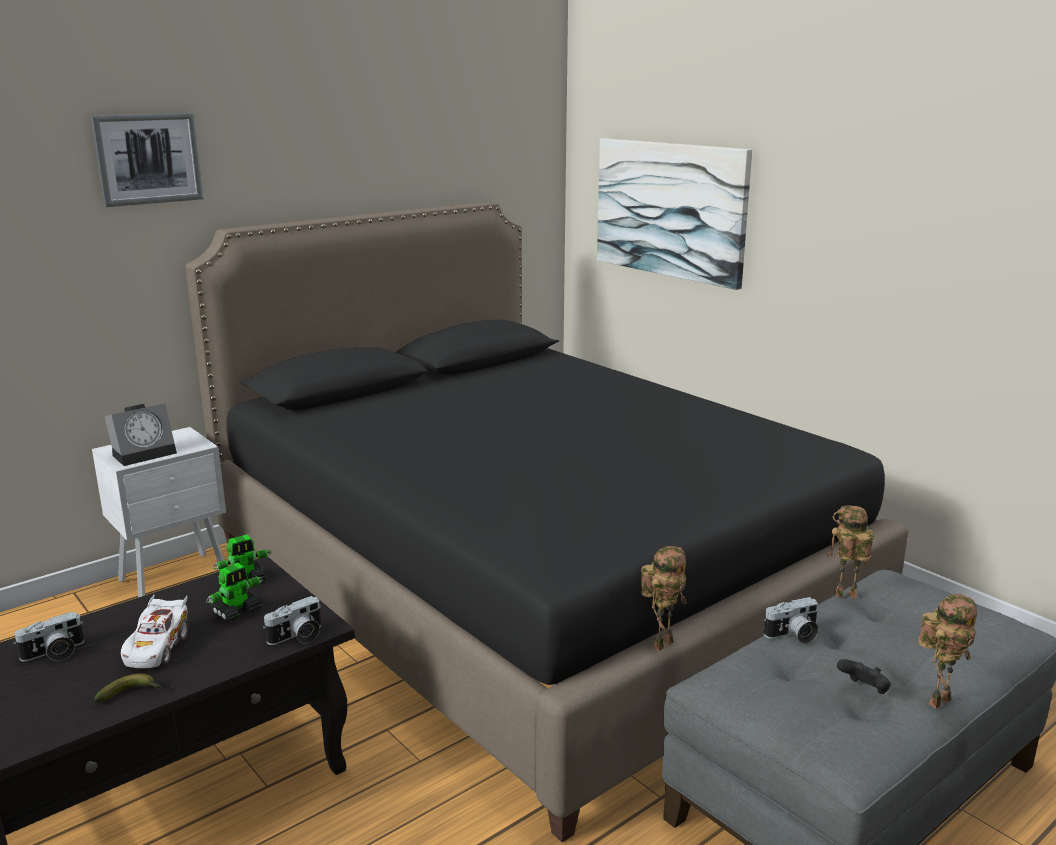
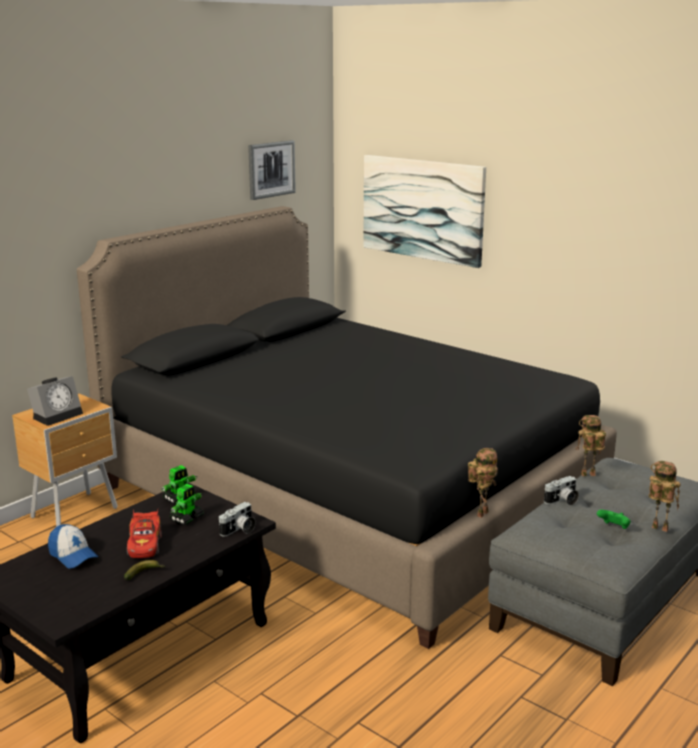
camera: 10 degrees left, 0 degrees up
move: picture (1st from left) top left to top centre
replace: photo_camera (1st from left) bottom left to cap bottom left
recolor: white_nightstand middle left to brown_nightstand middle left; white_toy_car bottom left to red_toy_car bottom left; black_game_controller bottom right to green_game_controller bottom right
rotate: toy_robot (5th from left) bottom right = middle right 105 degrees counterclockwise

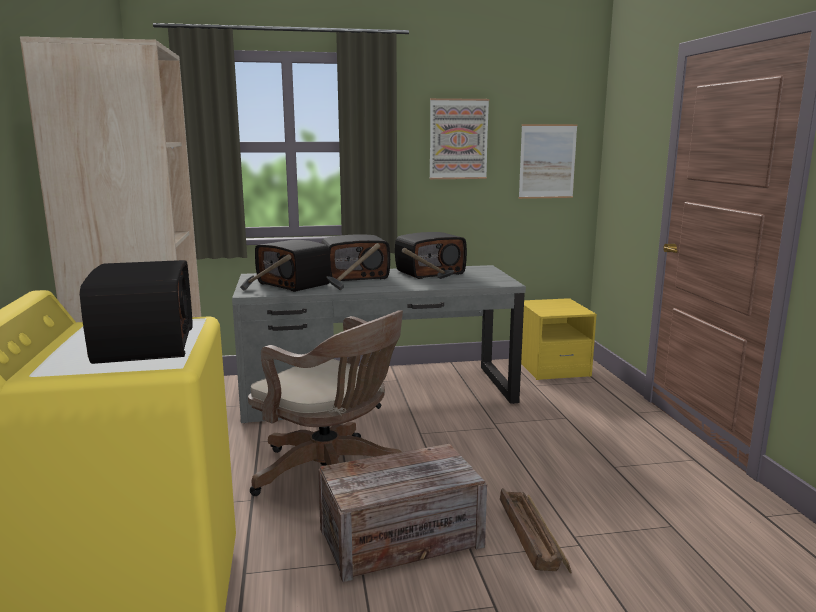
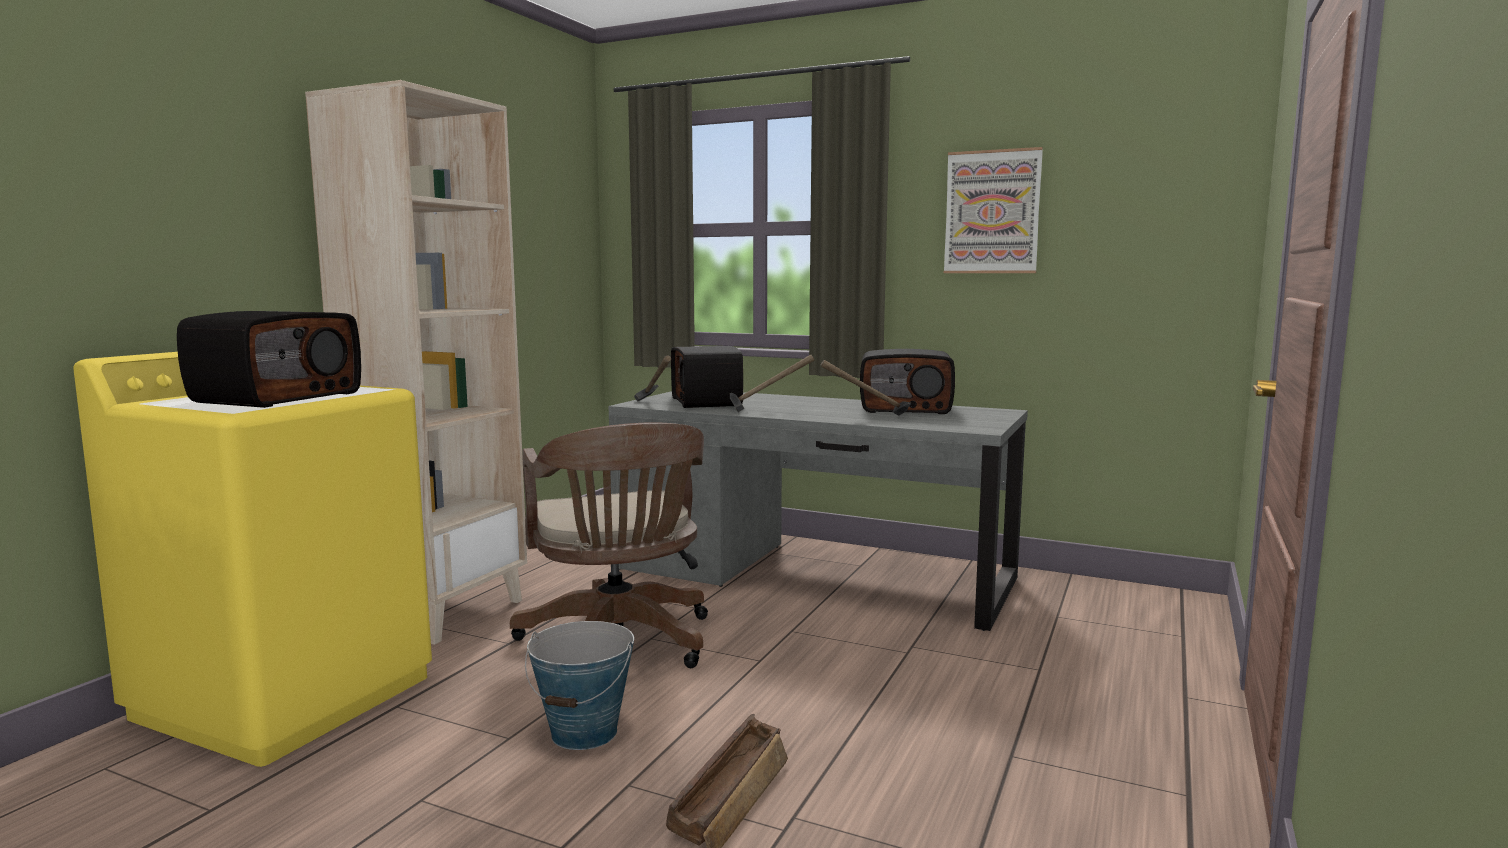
camera: 35 degrees right, 5 degrees down
delete: radio (3rd from left) centre; picture (2nd from left) top right; yellow_nightstand middle right
replace: crate (1st from left) bottom centre to bucket bottom centre

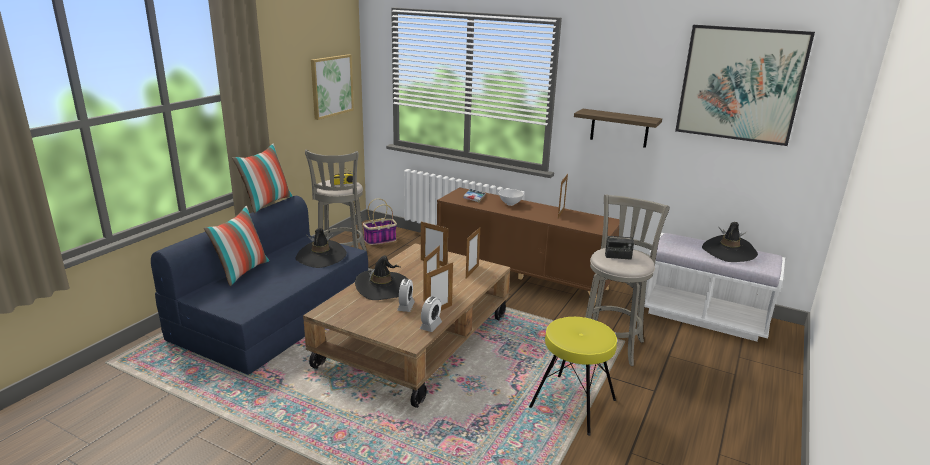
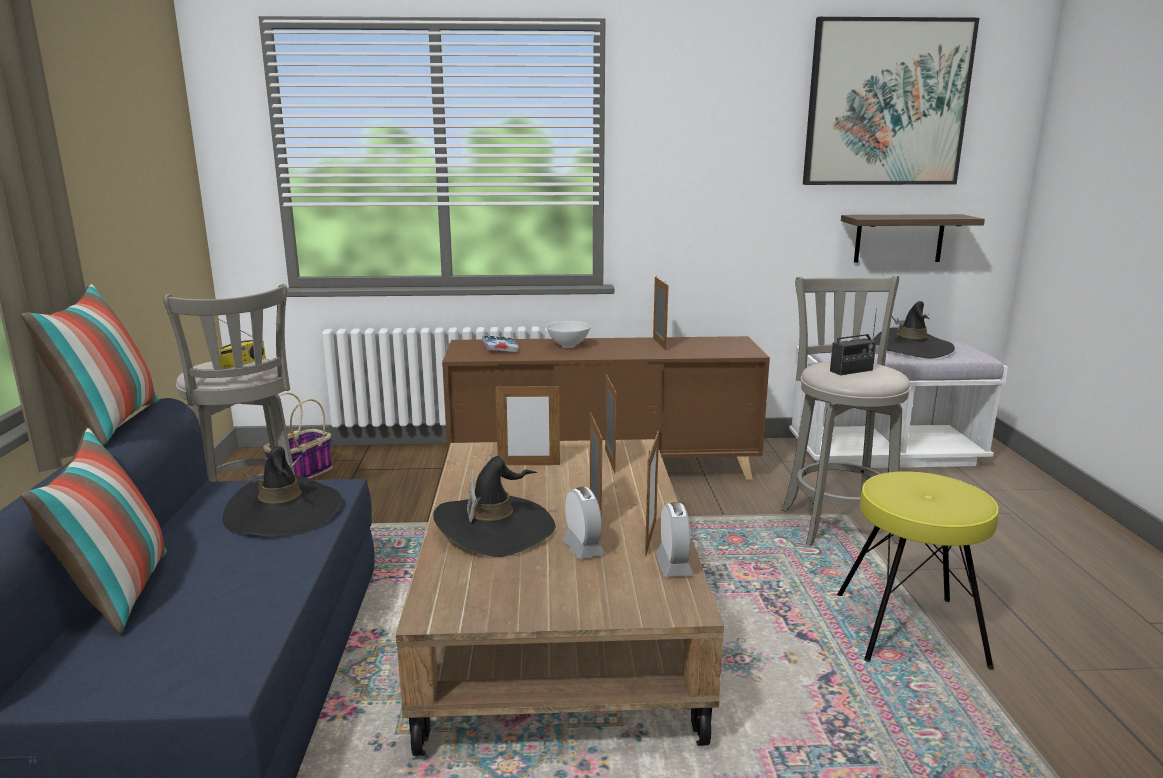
camera: 30 degrees left, 5 degrees down
delete: picture (1st from left) top centre
move: shelf top centre to top right

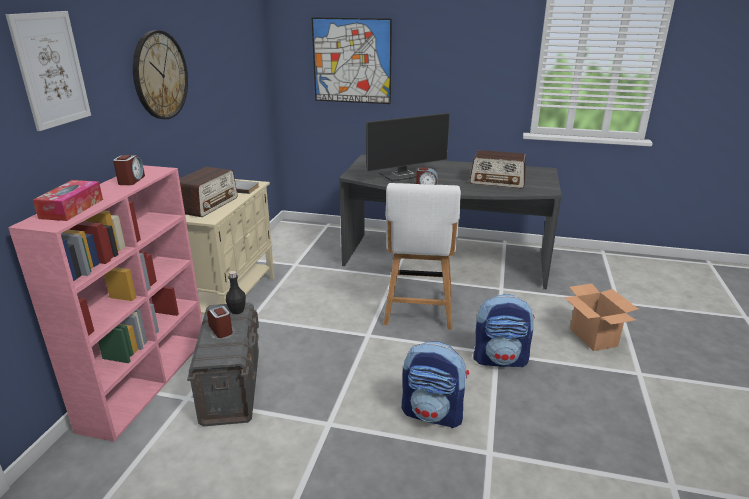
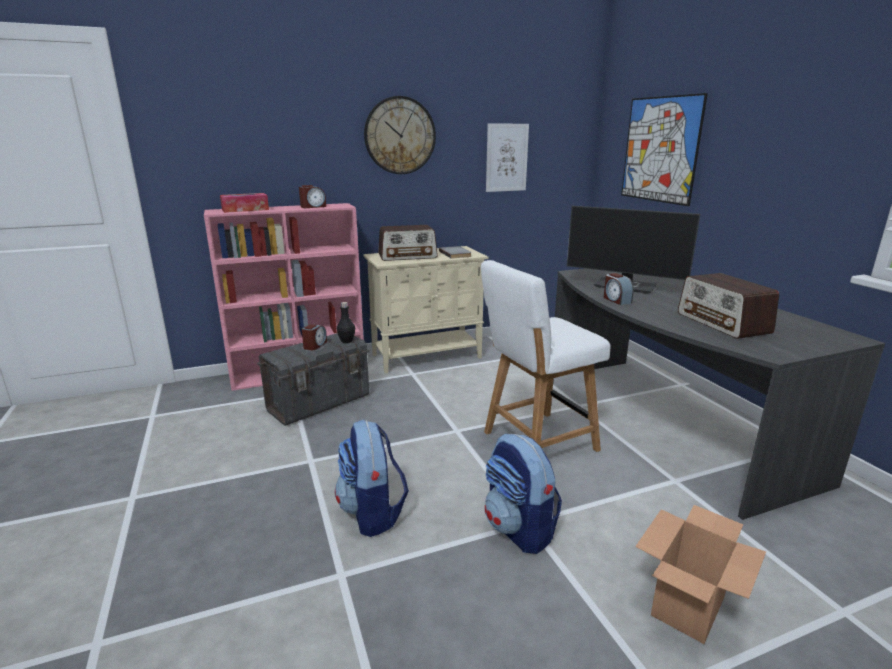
camera: 55 degrees right, 5 degrees down
move: picture (1st from left) top left to top centre

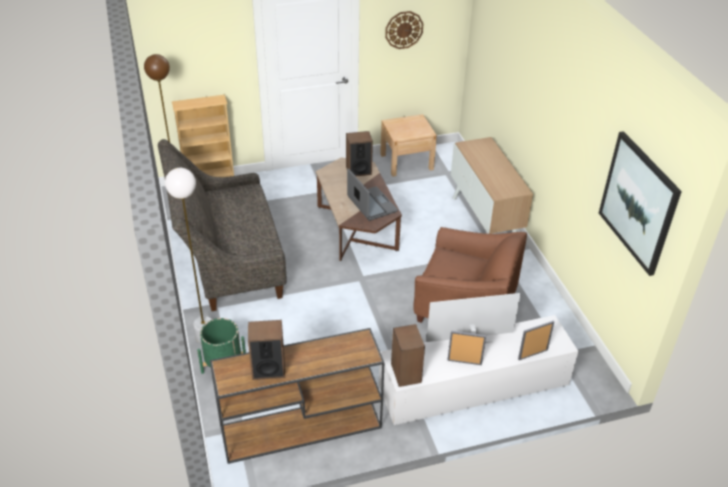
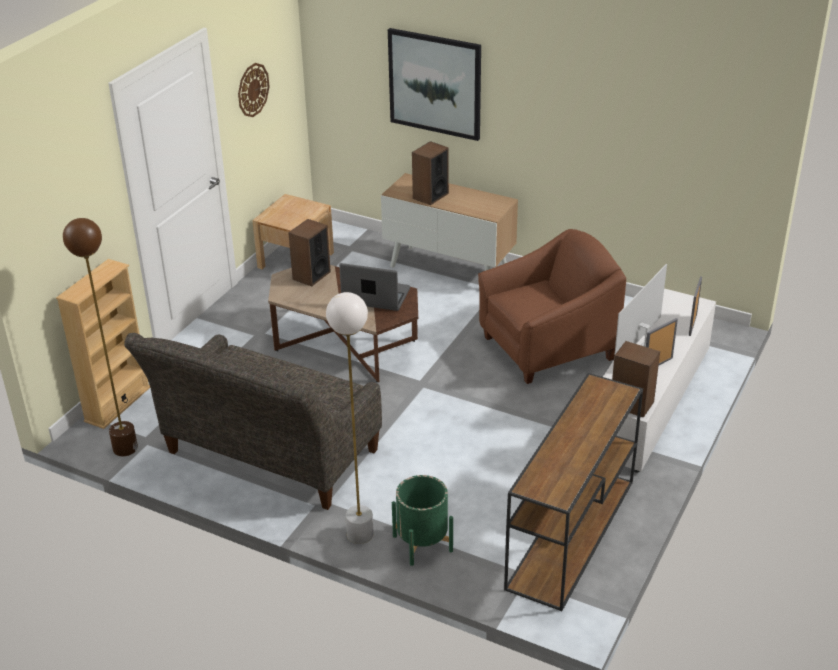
camera: 45 degrees left, 5 degrees down
move: picture middle right to top centre; speaker (1st from left in the first image) bottom centre to speaker (2nd from left) top centre

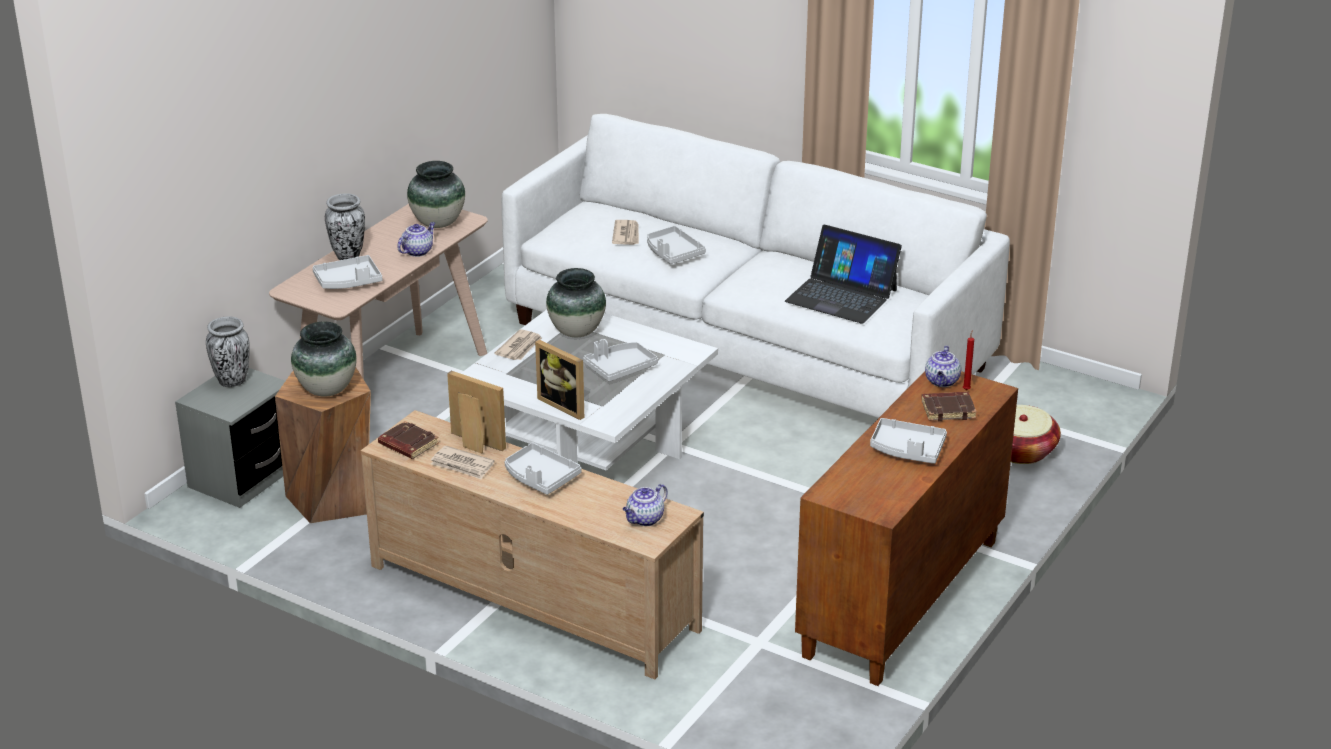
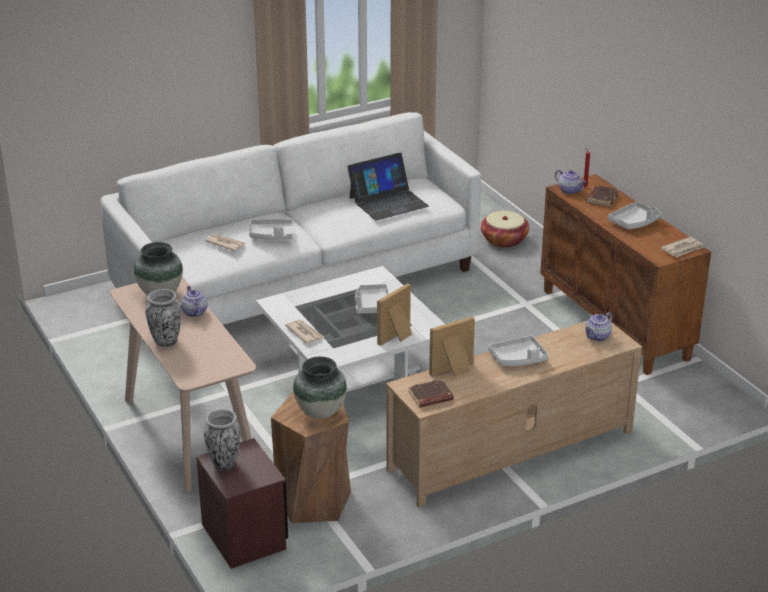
camera: 60 degrees left, 0 degrees up
delete: grey_tray (1st from left) middle left; vase (5th from left) centre
move: newspaper (1st from left in the first image) centre to newspaper (3rd from left) middle right
recolor: grey_nightstand middle left to brown_nightstand bottom left
rotate: picture_frame (2nd from left in the first image) centre = centre 150 degrees clockwise; teapot (2nd from left in the first image) bottom centre = middle right 60 degrees clockwise

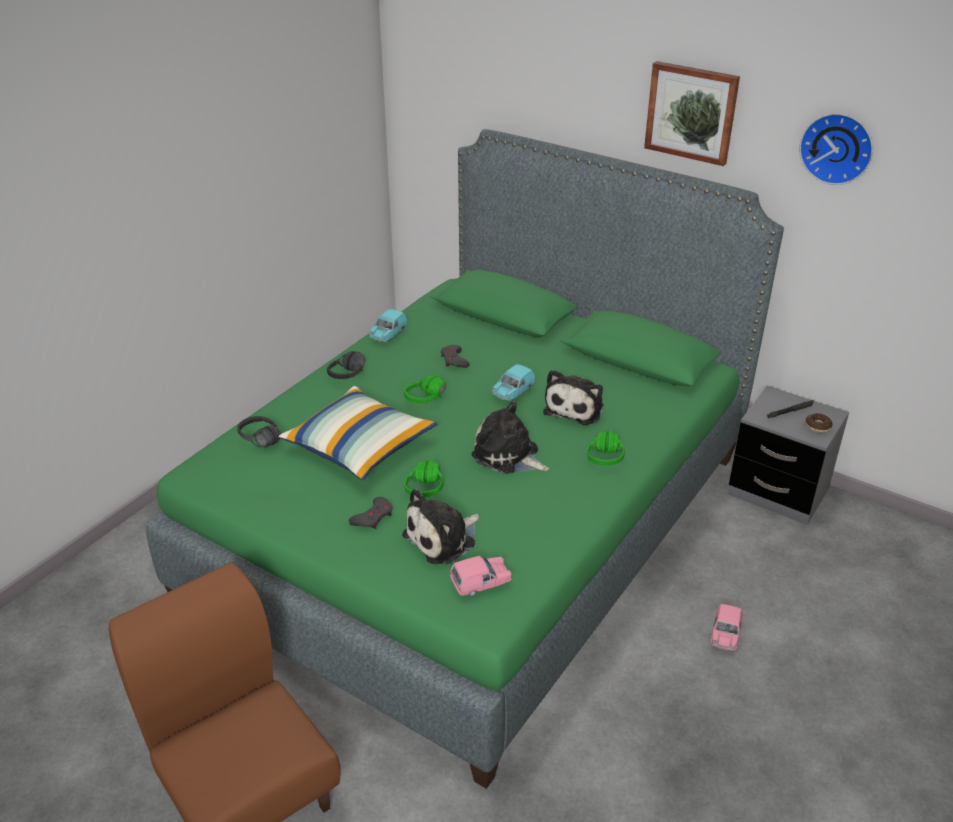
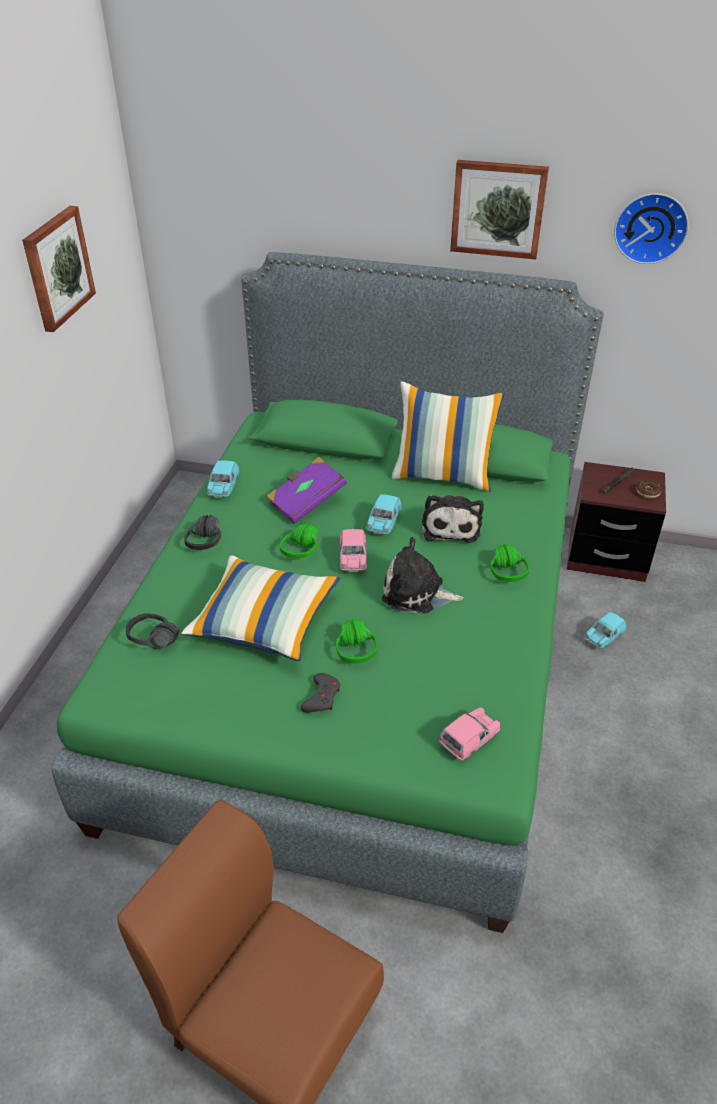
camera: 20 degrees left, 5 degrees up
delete: plush_toy (1st from left) centre
insert: picture (1st from left) top left; pillow (2nd from left) centre; turquoise_toy_car (3rd from left) middle right
move: pink_toy_car (2nd from left in the first image) bottom right to pink_toy_car (1st from left) centre
replace: grey_game_controller (2nd from left) centre to purple_book centre
recolor: grey_nightstand middle right to brown_nightstand middle right

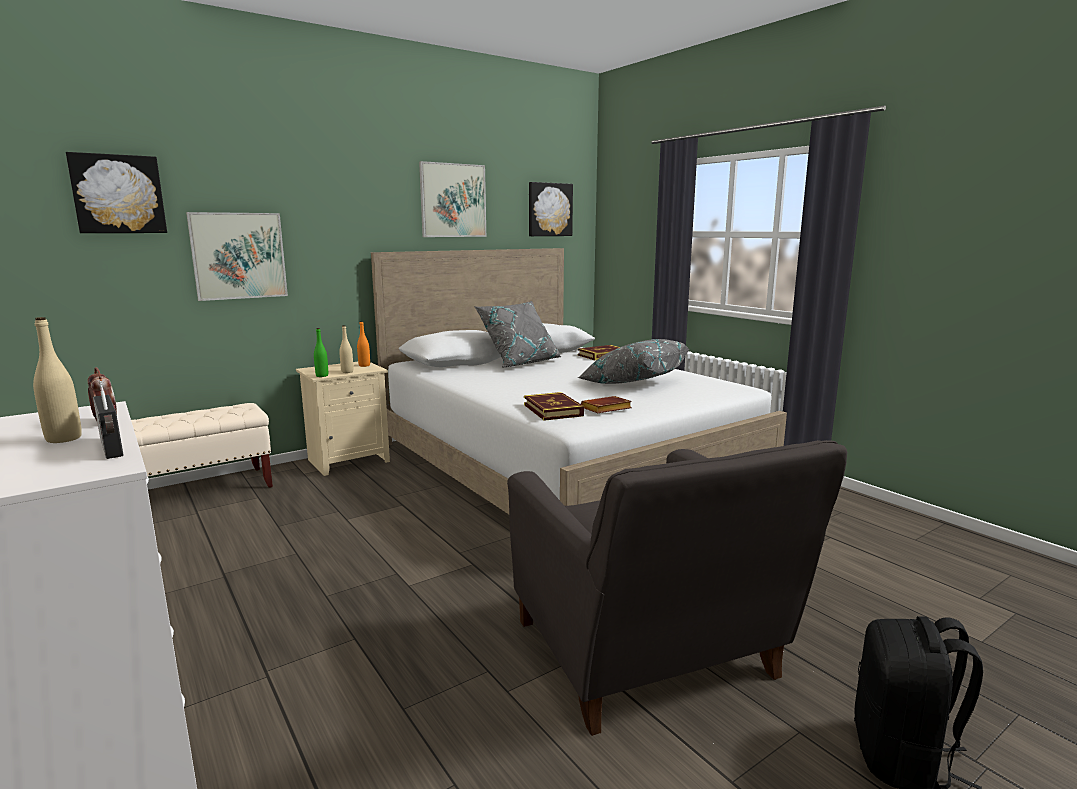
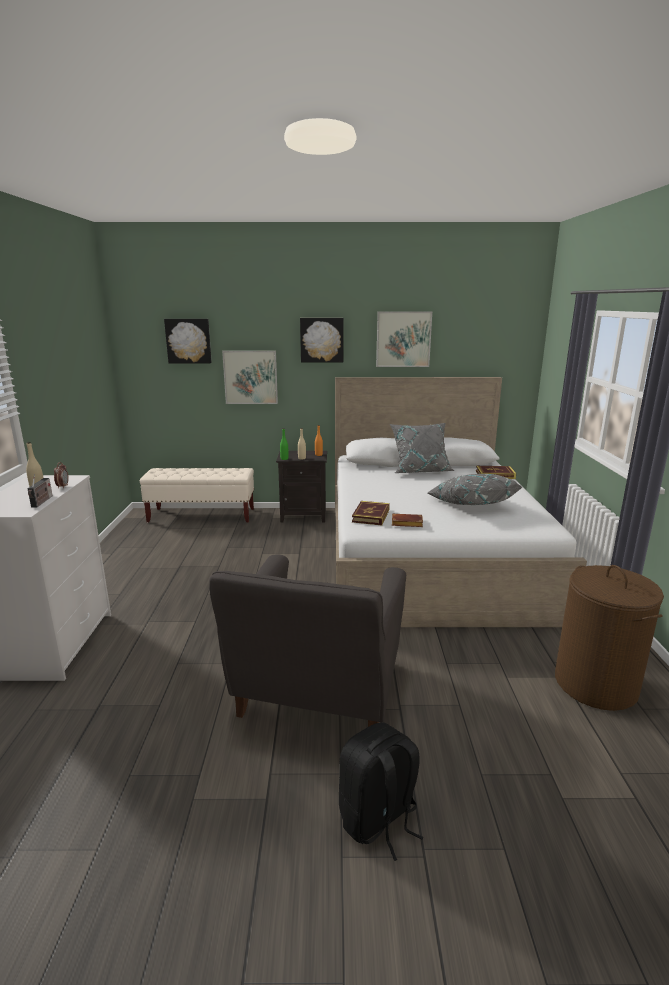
camera: 35 degrees right, 5 degrees up
insert: brown_laundry_basket middle right
move: picture (4th from left in the first image) top centre to picture (3rd from left) centre
recolor: beige_nightstand middle left to black_nightstand centre

